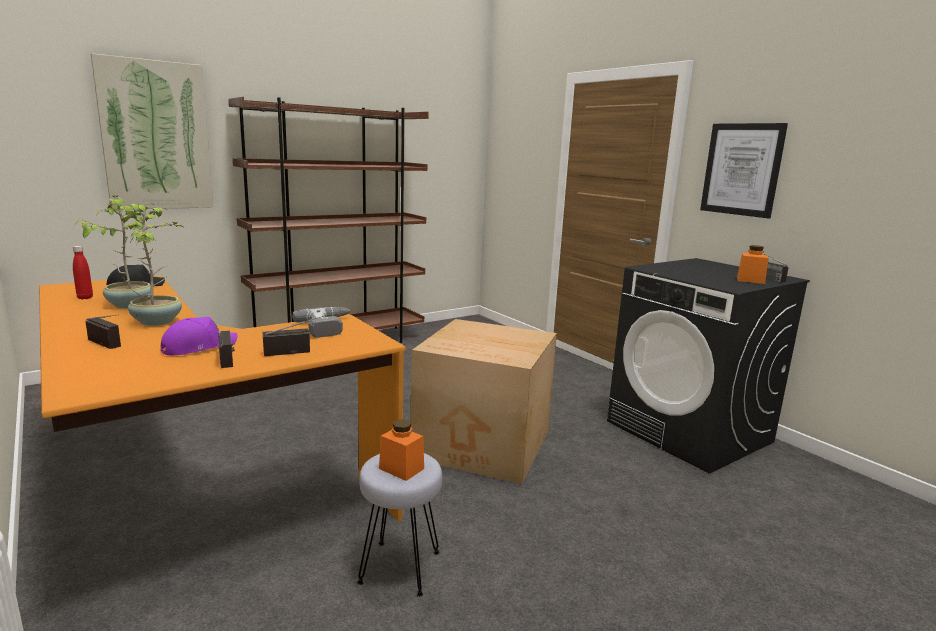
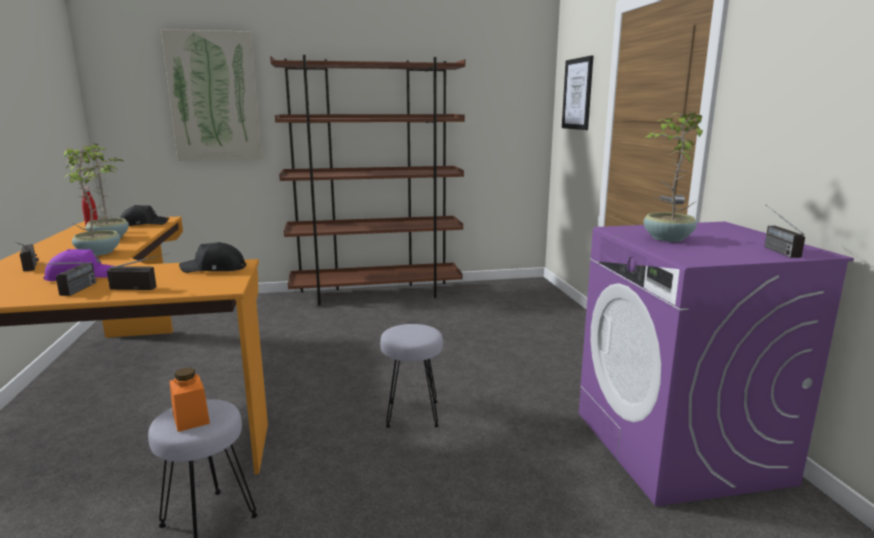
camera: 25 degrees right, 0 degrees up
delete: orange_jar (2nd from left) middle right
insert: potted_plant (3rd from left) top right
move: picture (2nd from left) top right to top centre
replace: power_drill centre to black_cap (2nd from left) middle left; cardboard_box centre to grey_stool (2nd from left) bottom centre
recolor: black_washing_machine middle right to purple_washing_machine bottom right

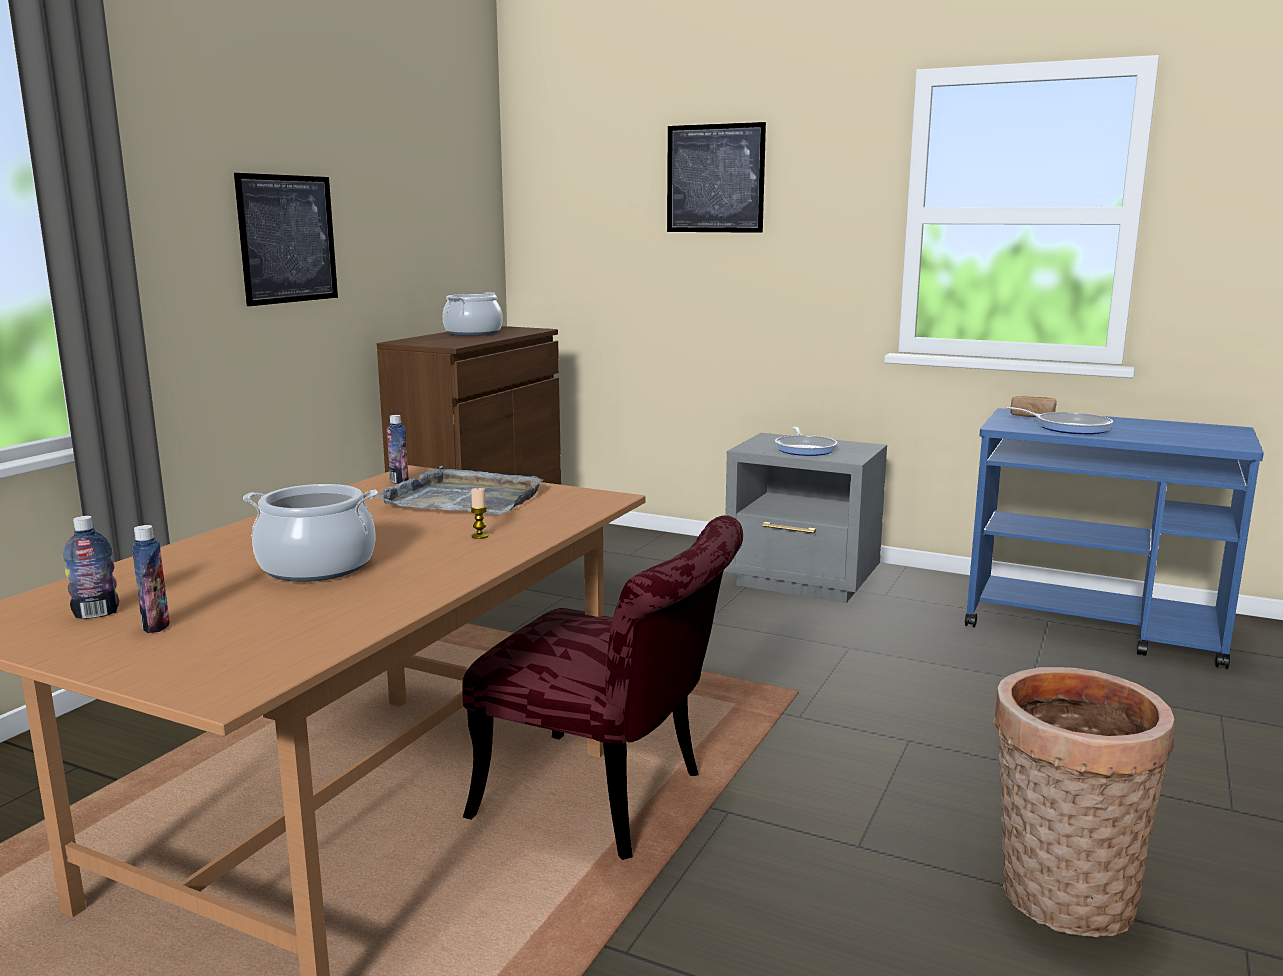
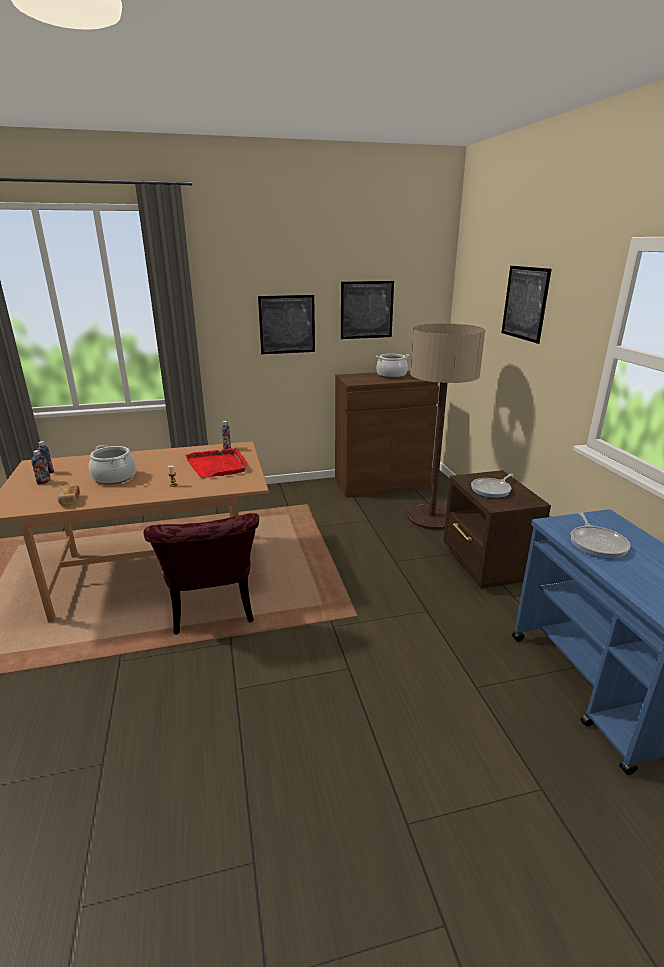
camera: 50 degrees right, 10 degrees up
delete: basket bottom right
insert: picture (2nd from left) top centre; floor_lamp middle right
move: bread middle right to middle left
recolor: grey_tray centre to red_tray middle left; grey_nightstand centre to brown_nightstand middle right

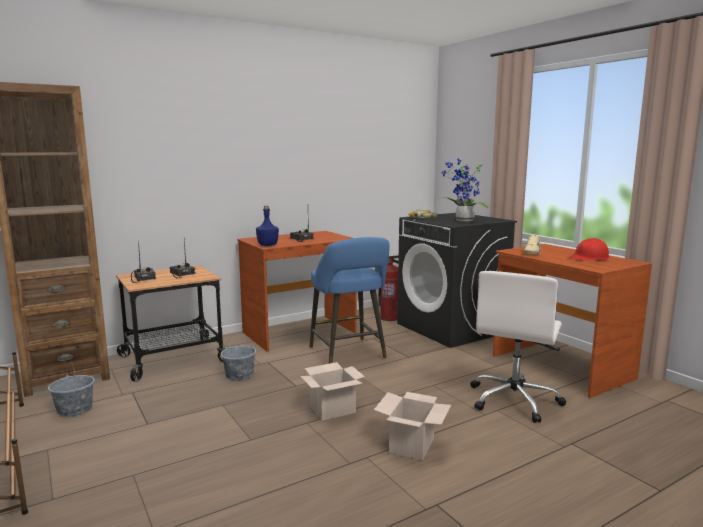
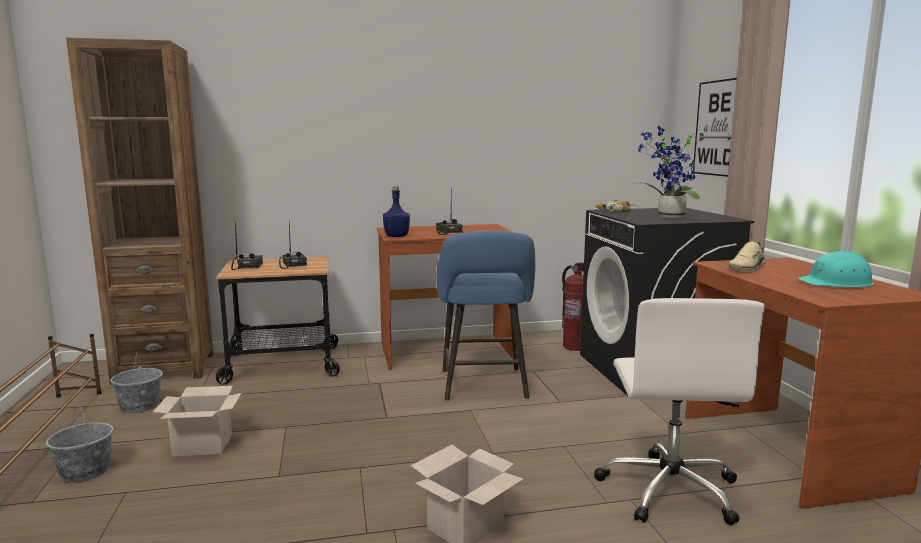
camera: 20 degrees right, 0 degrees up
insert: picture top right
move: grey_bucket (2nd from left in the first image) bottom centre to grey_bucket (1st from left) bottom left; cardboard_box (1st from left) bottom centre to bottom left
recolor: red_hard_hat middle right to turquoise_hard_hat middle right
rotate: white_office_chair middle right = bottom right 45 degrees counterclockwise

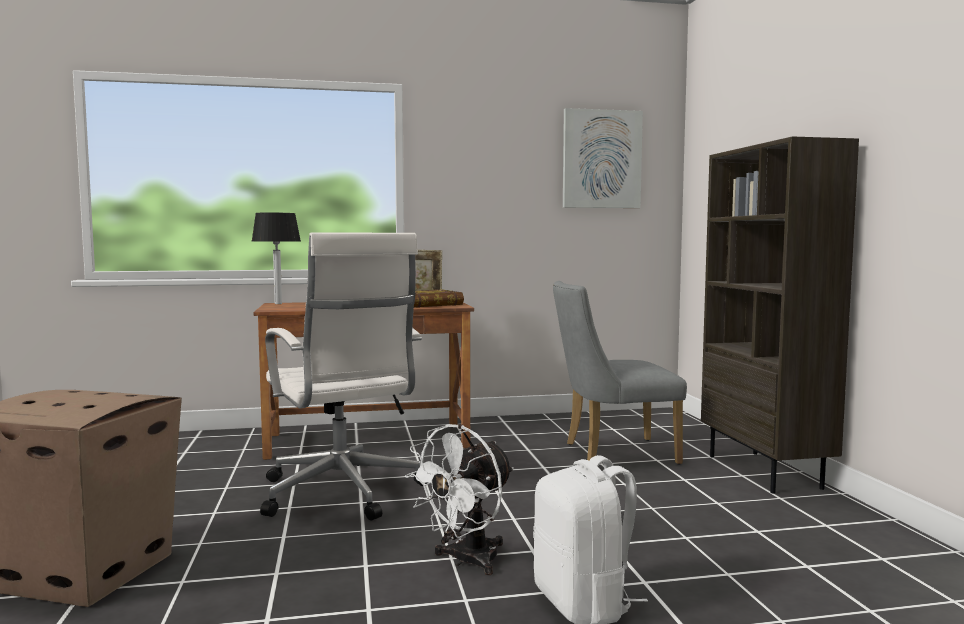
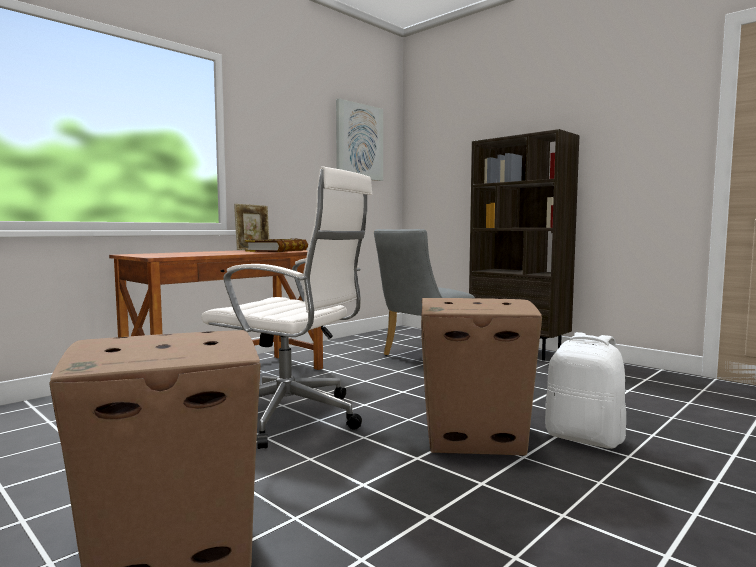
camera: 35 degrees left, 0 degrees up
delete: table_lamp middle left
replace: white_fan bottom centre to cardboard_box (2nd from left) centre

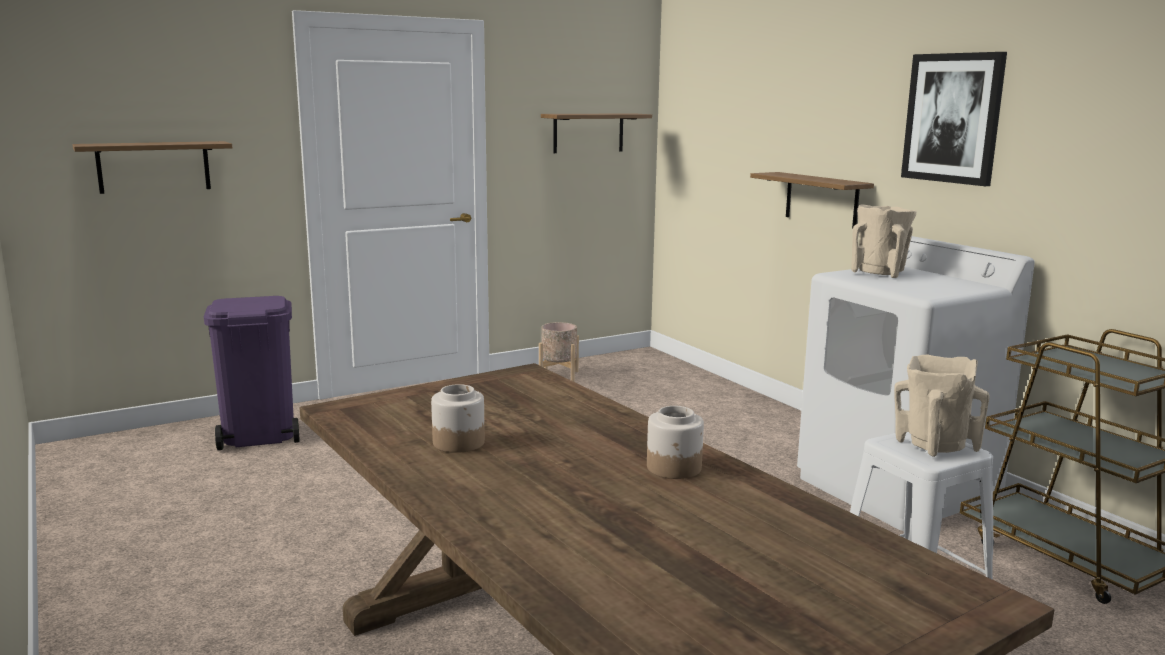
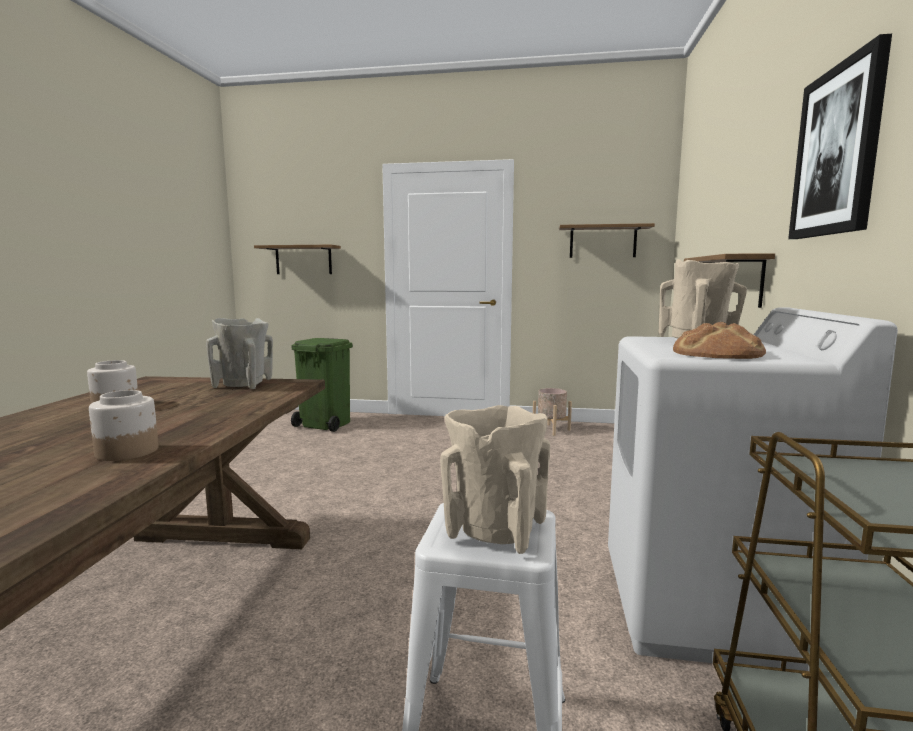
camera: 40 degrees right, 5 degrees down
insert: beige_vase (1st from left) middle left; bread middle right
recolor: purple_trash_can middle left to green_trash_can centre

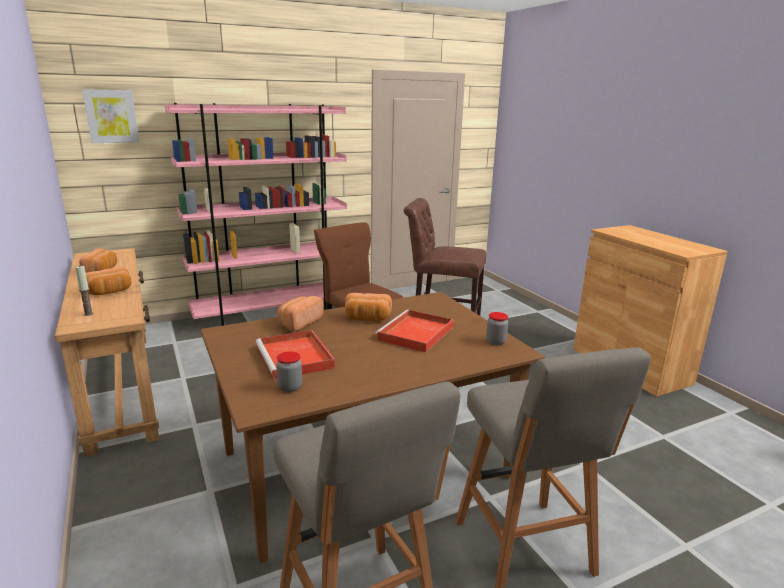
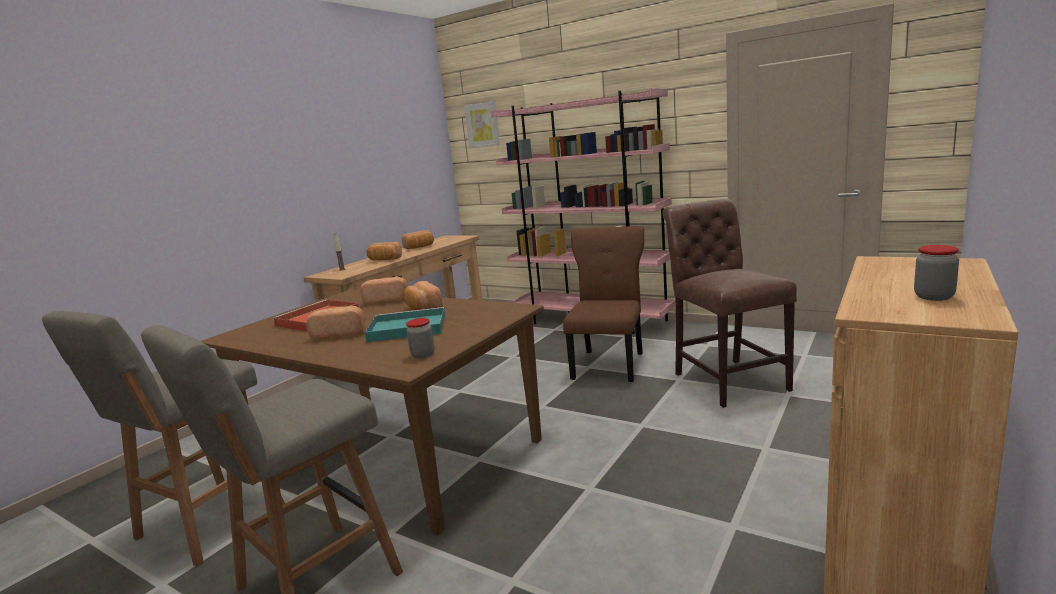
camera: 60 degrees right, 5 degrees down
insert: bread (1st from left) middle left
move: jar (1st from left in the first image) centre to jar (2nd from left) middle right
recolor: red_tray (2nd from left) centre to turquoise_tray centre

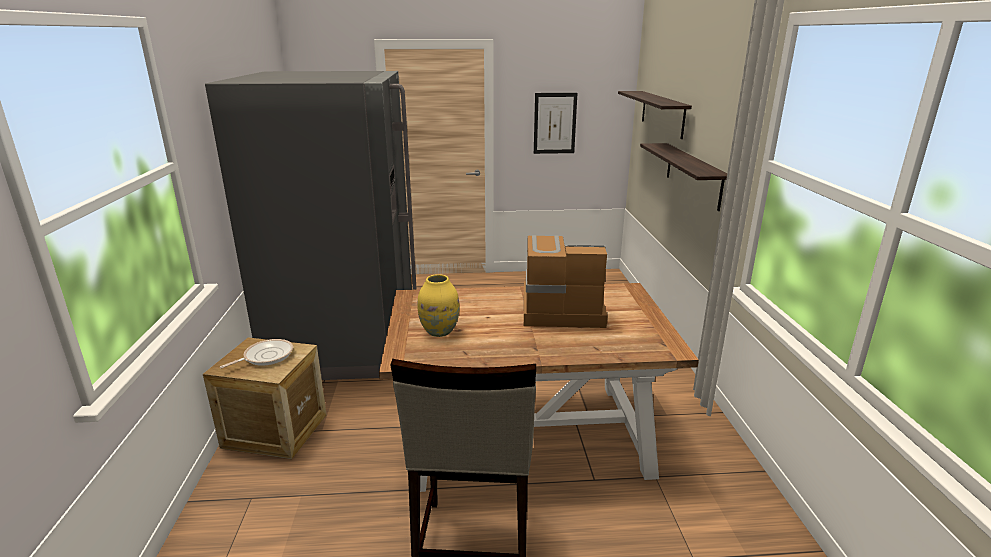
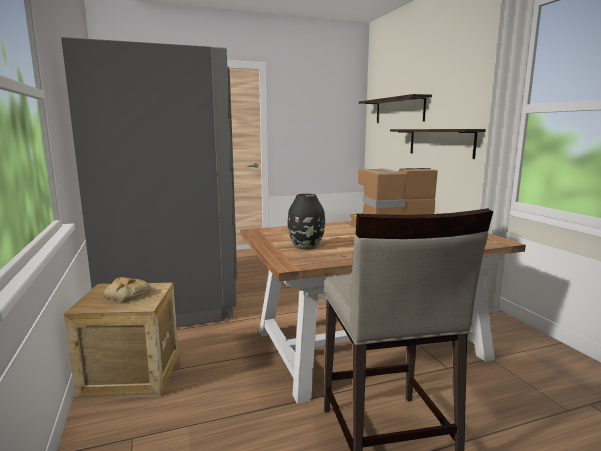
camera: 15 degrees left, 10 degrees down
delete: picture top centre
replace: frying_pan middle left to bread middle left
recolor: yellow_vase centre to black_vase centre

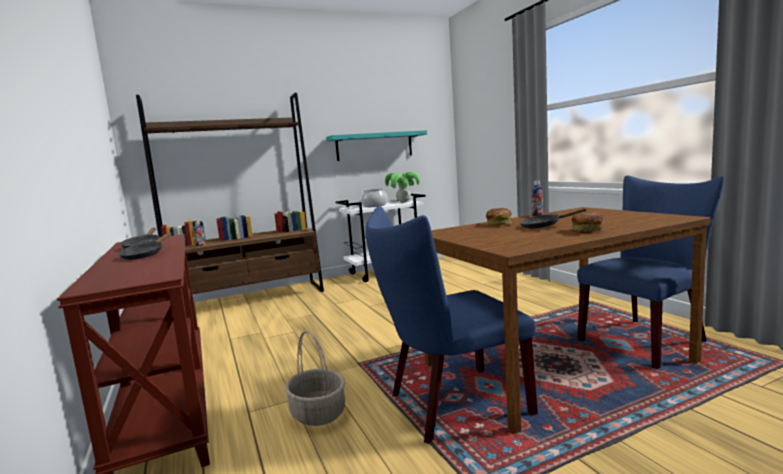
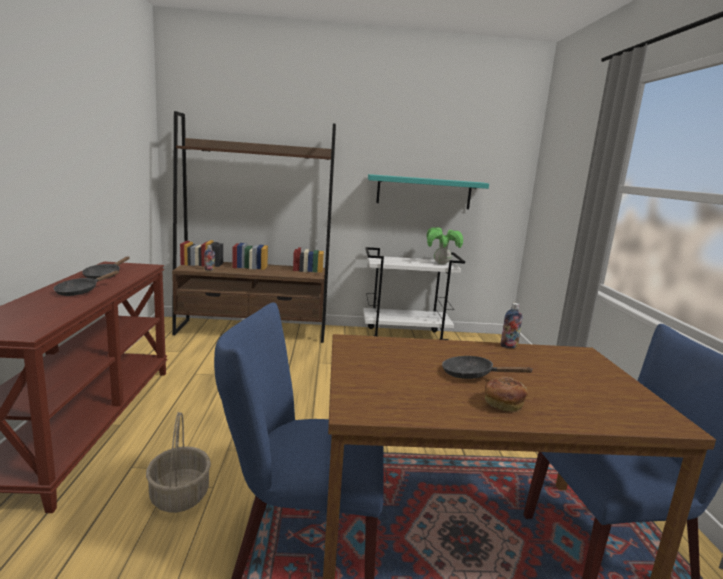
camera: 20 degrees right, 5 degrees up
delete: cooking_pot centre; bread (1st from left) centre

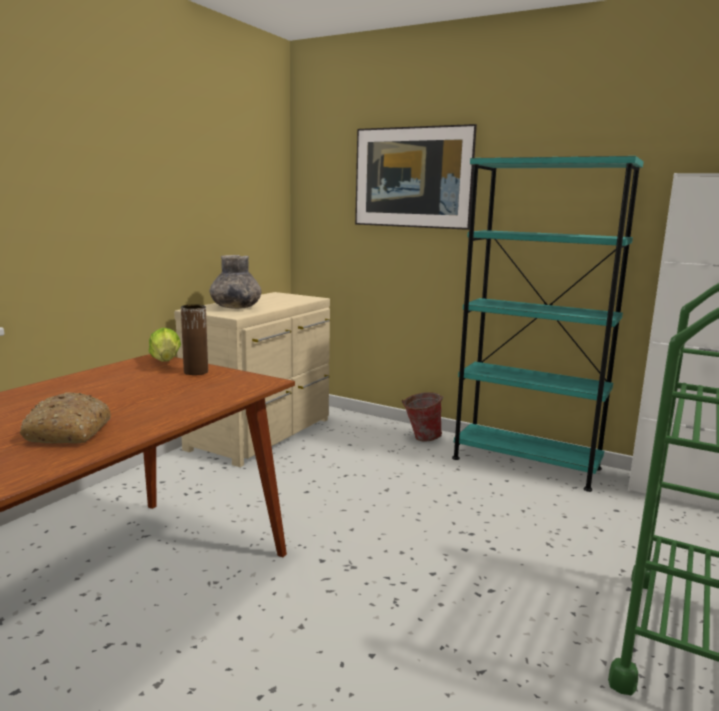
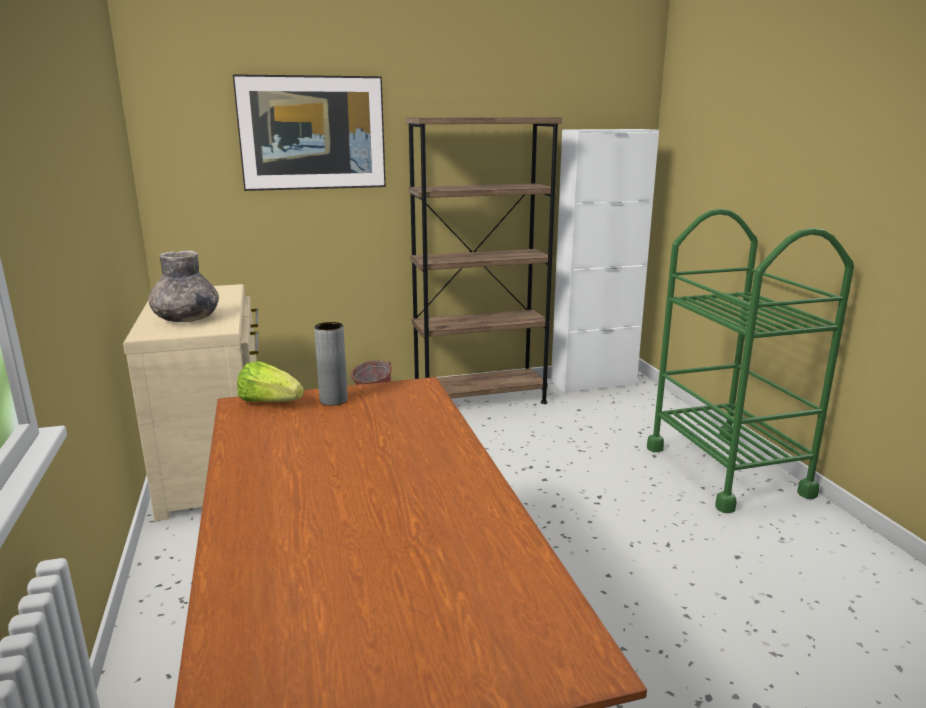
camera: 45 degrees left, 5 degrees up
delete: bread middle left
recolor: brown_vase middle left to grey_vase (2nd from left) centre; turquoise_bookcase middle right to brown_bookcase centre

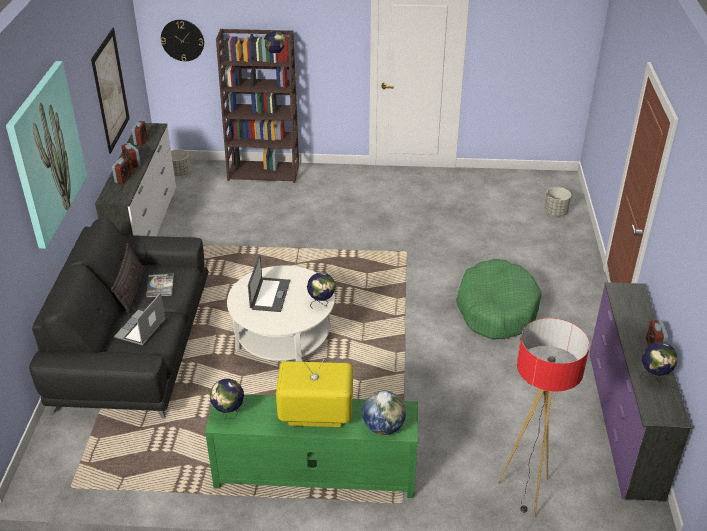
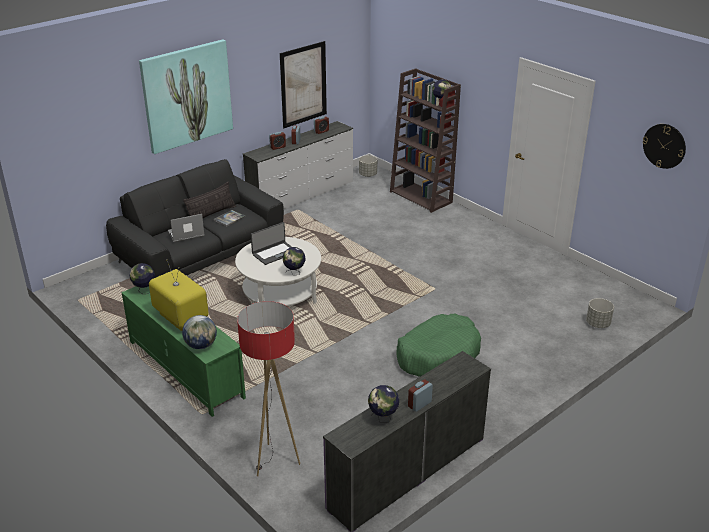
camera: 45 degrees right, 5 degrees down
move: wall_clock top left to top right

